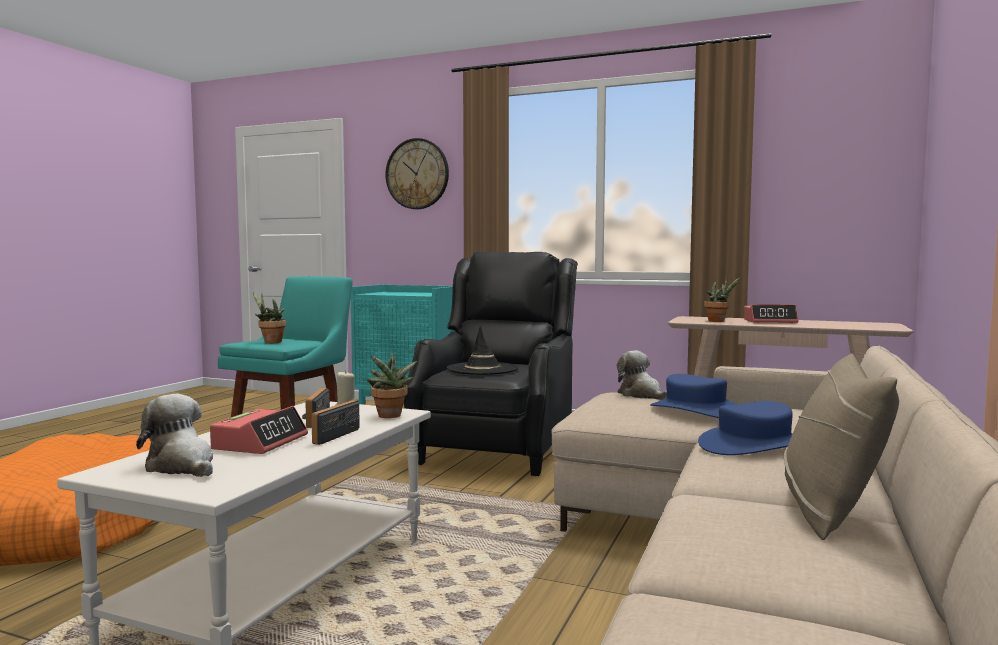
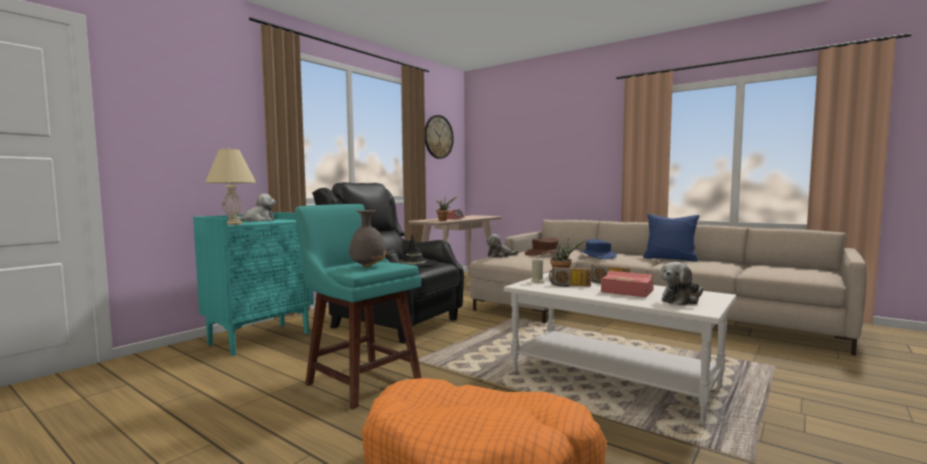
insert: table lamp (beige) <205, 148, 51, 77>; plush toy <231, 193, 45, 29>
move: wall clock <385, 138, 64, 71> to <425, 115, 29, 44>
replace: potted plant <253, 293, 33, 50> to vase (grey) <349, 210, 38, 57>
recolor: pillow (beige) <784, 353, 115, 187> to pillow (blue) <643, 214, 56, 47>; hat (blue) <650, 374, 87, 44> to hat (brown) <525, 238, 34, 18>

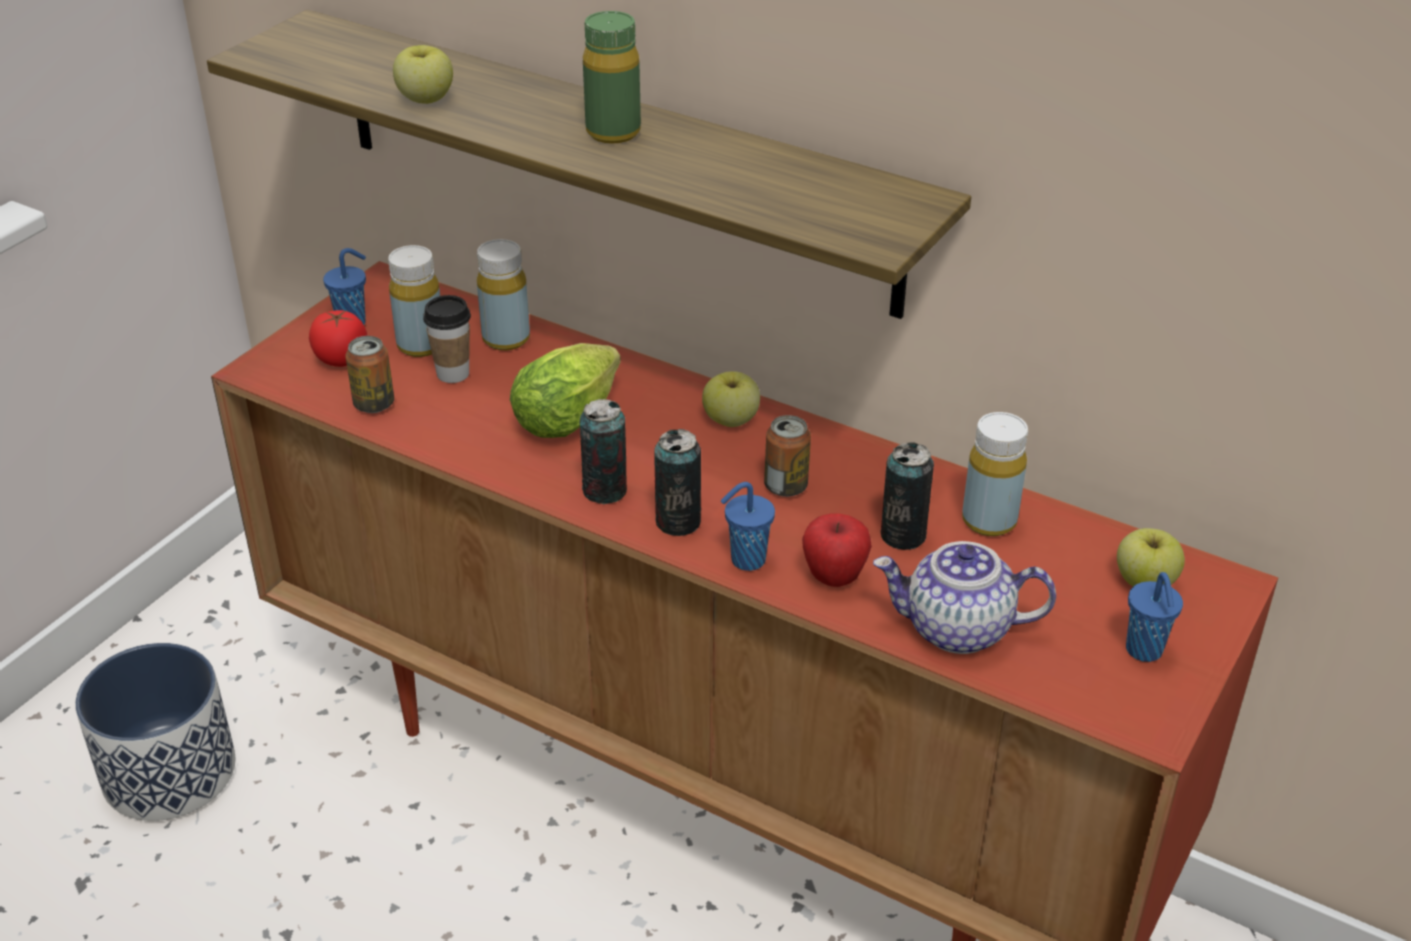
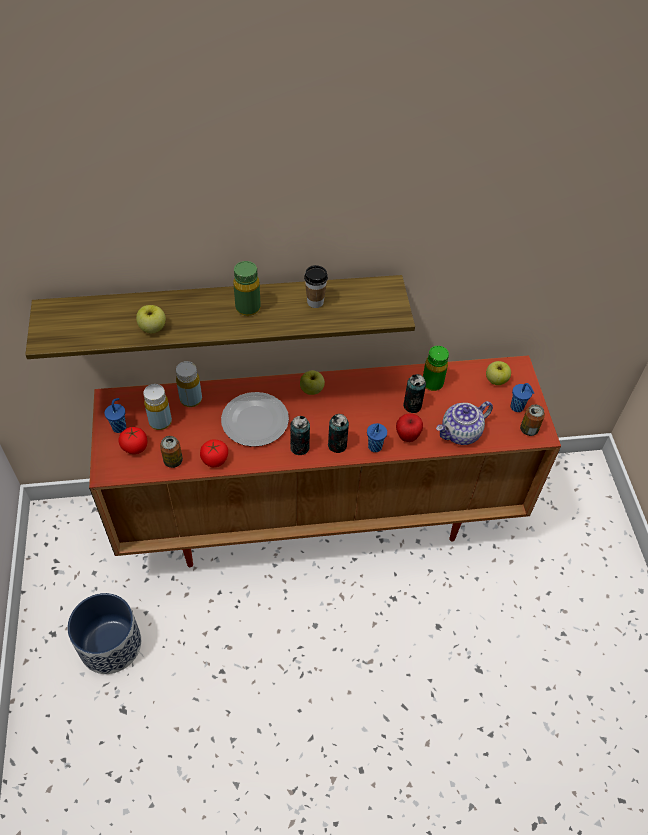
insert: tomato <200, 439, 28, 28>
move: cup <423, 295, 48, 88> to <304, 265, 24, 43>; can <764, 415, 47, 82> to <520, 404, 25, 32>
replace: lettuce <510, 343, 111, 95> to plate <221, 392, 68, 55>
recolor: bottle (yellow) <962, 412, 66, 124> to bottle (green) <423, 346, 26, 45>

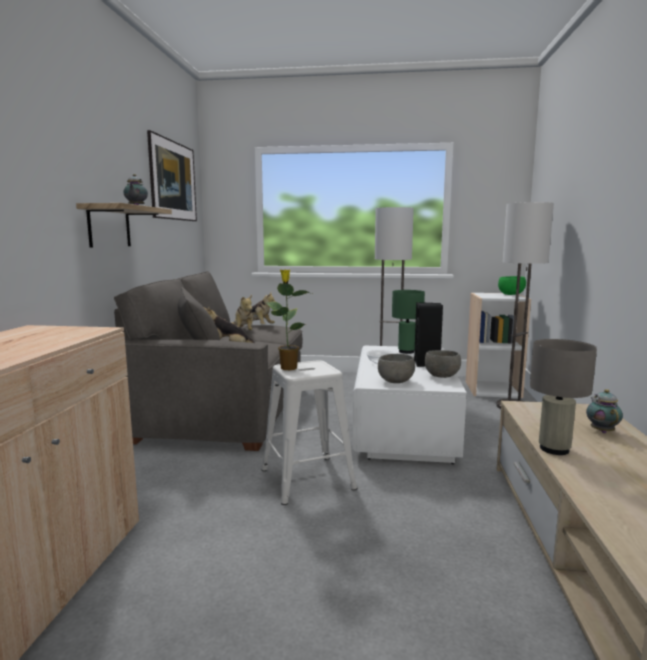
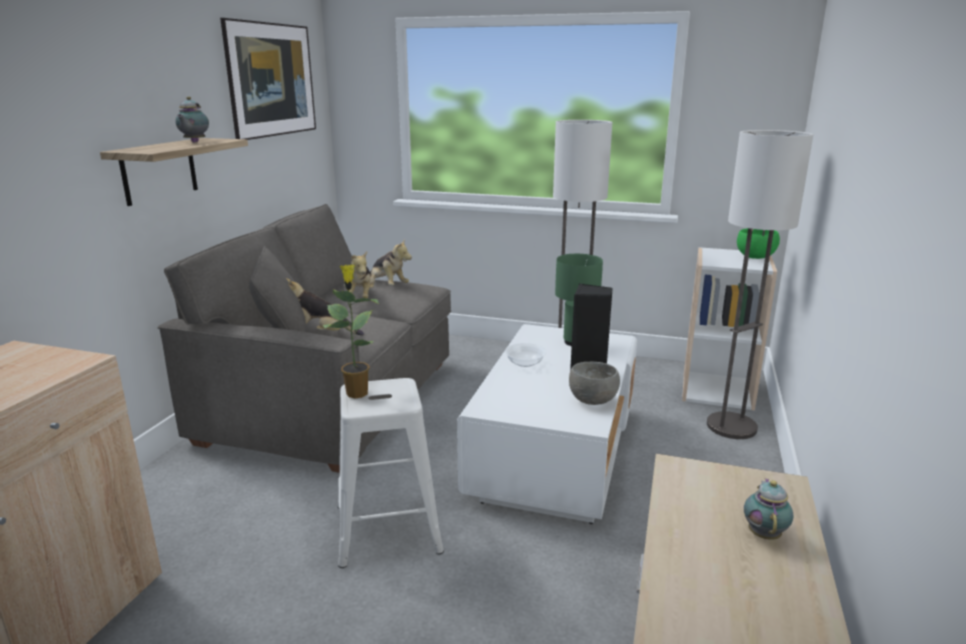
delete: table lamp (grey) <530, 339, 67, 116>; bowl (grey) <378, 354, 37, 29>

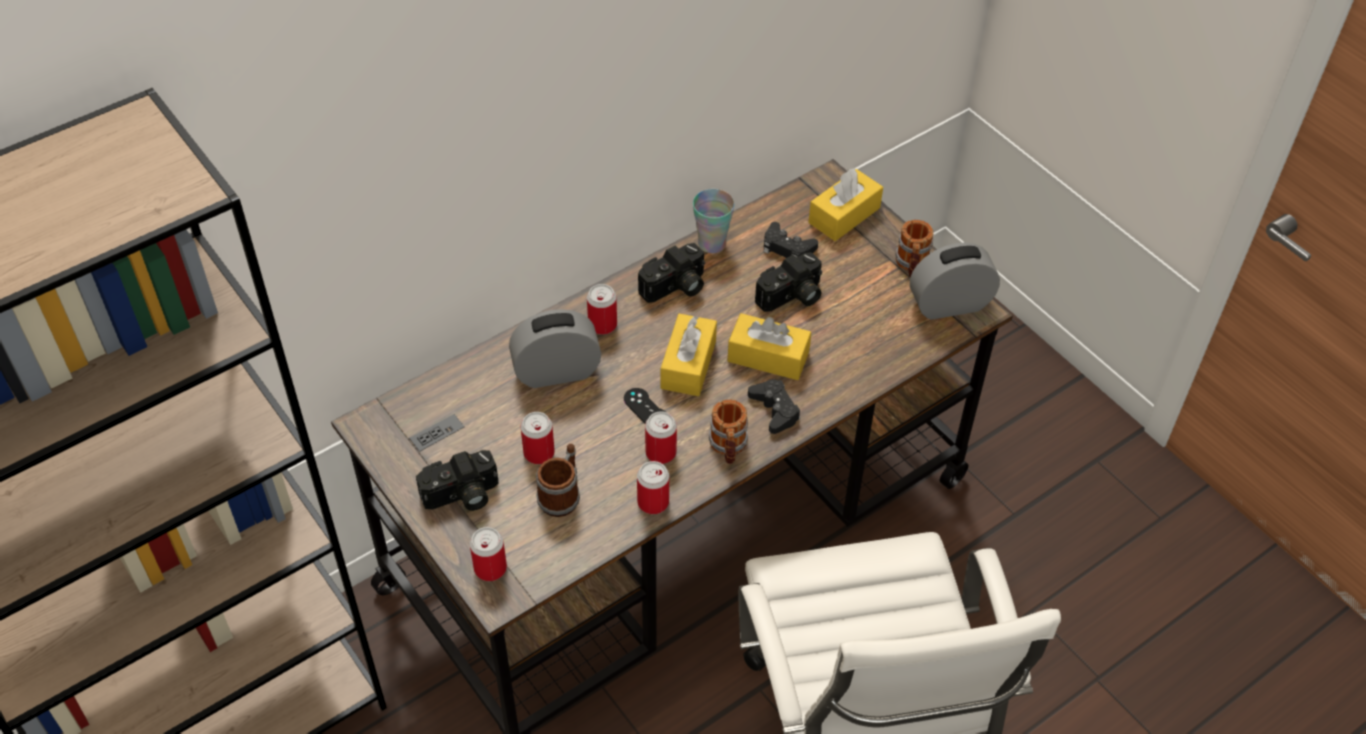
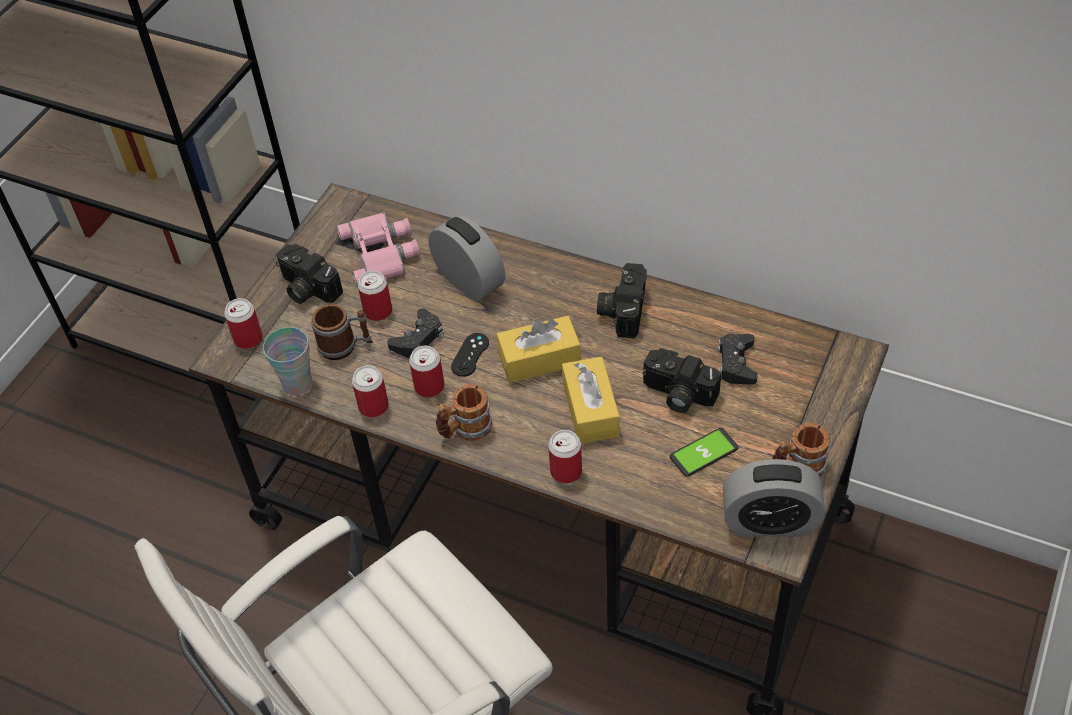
delete: tissue box (yellow) <808, 168, 75, 73>
insert: binoculars (pink) <337, 212, 83, 75>; phone <670, 428, 69, 49>
move: cup <693, 189, 42, 64> to <263, 327, 49, 68>; can <587, 284, 30, 51> to <548, 430, 34, 53>; game controller (black) <748, 379, 52, 55> to <387, 308, 57, 50>
rotate: photo camera <638, 243, 67, 60> = <597, 263, 50, 75> 75 degrees clockwise; alarm clock <910, 243, 90, 77> = <723, 459, 102, 78> 135 degrees clockwise

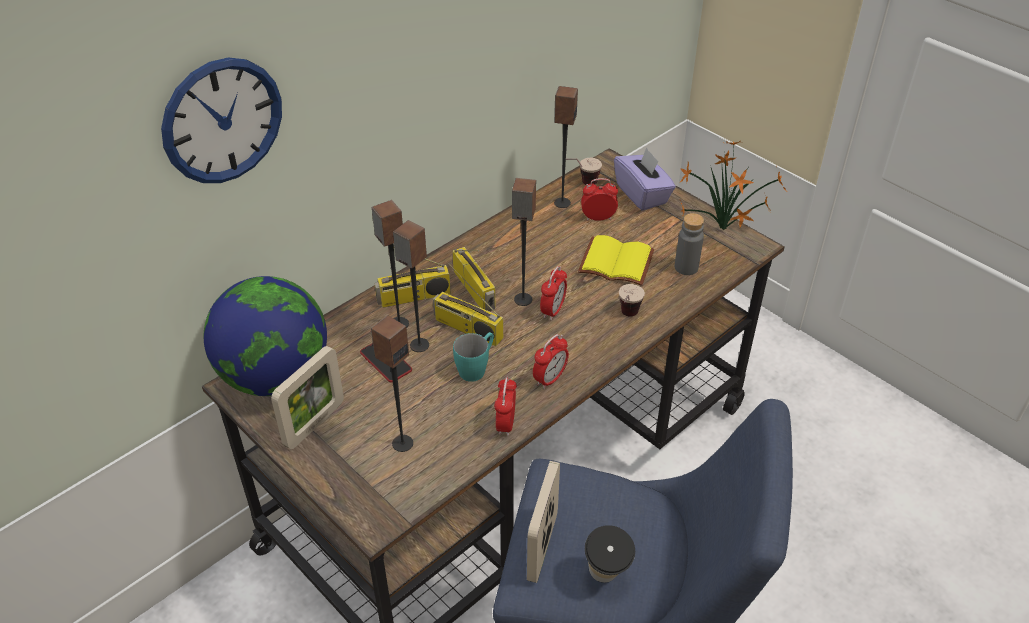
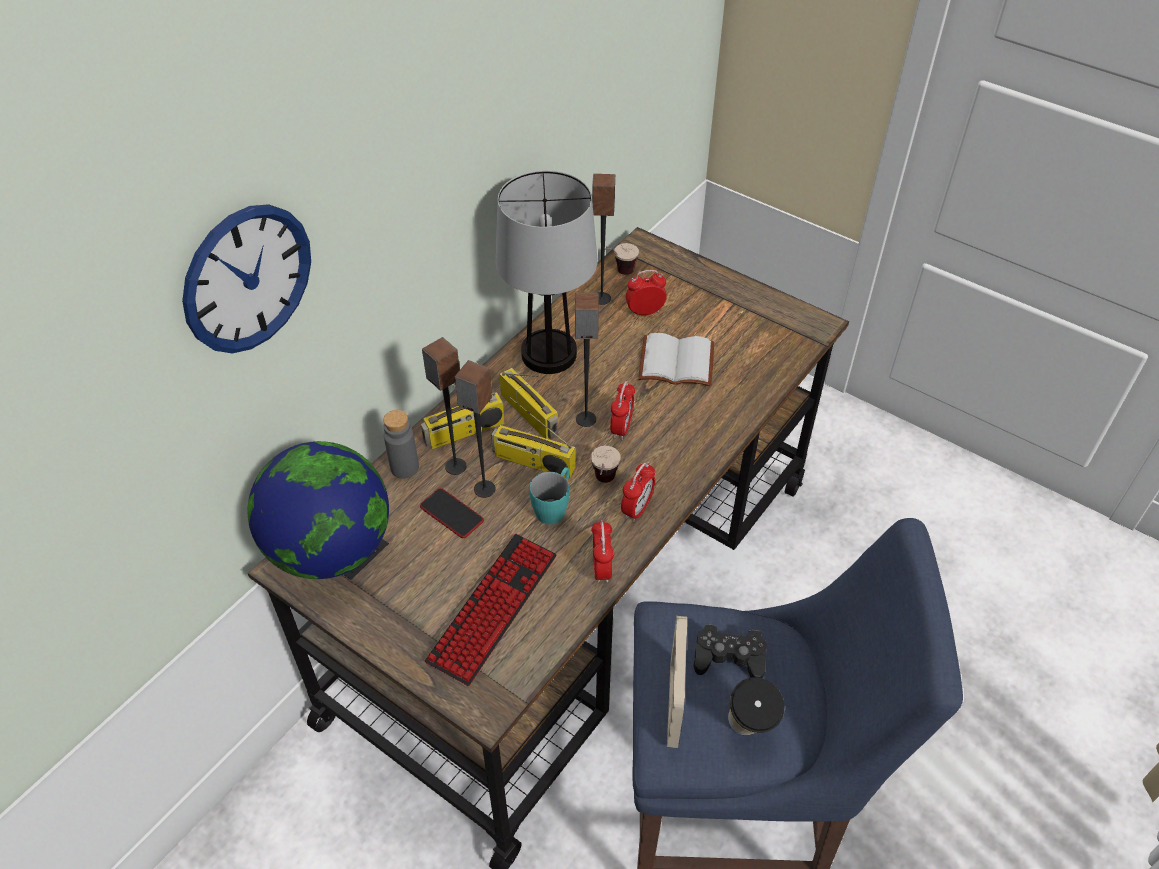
delete: potted plant <679, 141, 107, 89>; tissue box (purple) <614, 147, 62, 64>; picture frame <271, 346, 73, 103>
insert: table lamp <496, 170, 101, 204>; game controller (black) <694, 624, 72, 54>
move: bottle (grey) <675, 213, 29, 62> to <383, 410, 36, 69>; cup <619, 284, 26, 32> to <591, 446, 30, 37>
replace: speaker <371, 315, 42, 137> to keyboard <425, 534, 132, 152>
recolor: book (yellow) <578, 235, 76, 51> to book (white) <638, 333, 76, 53>

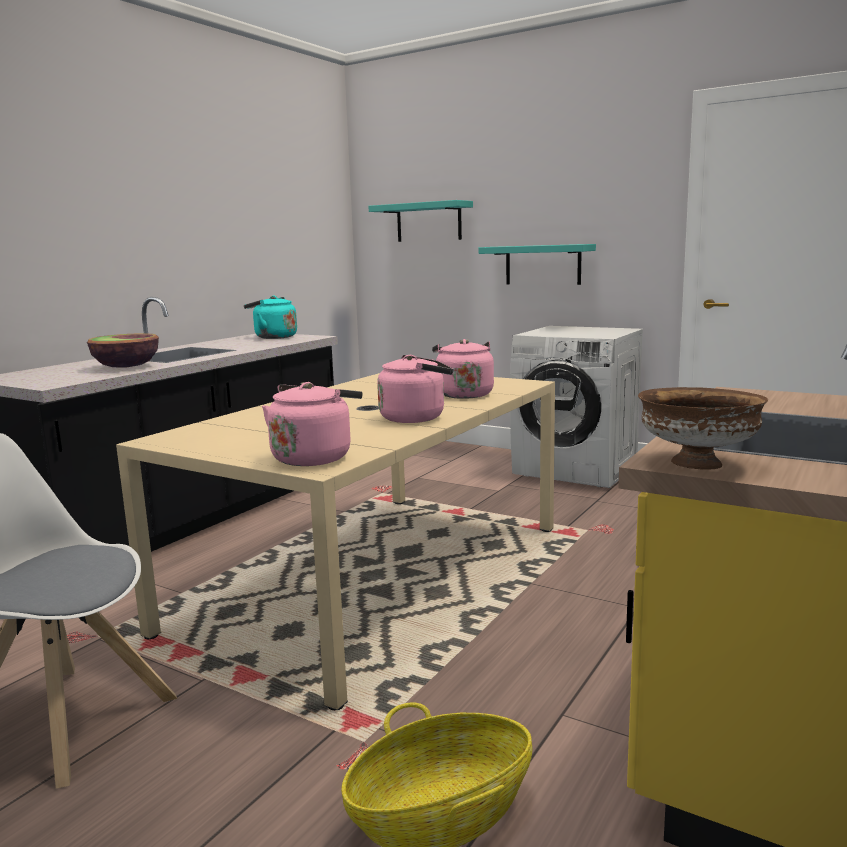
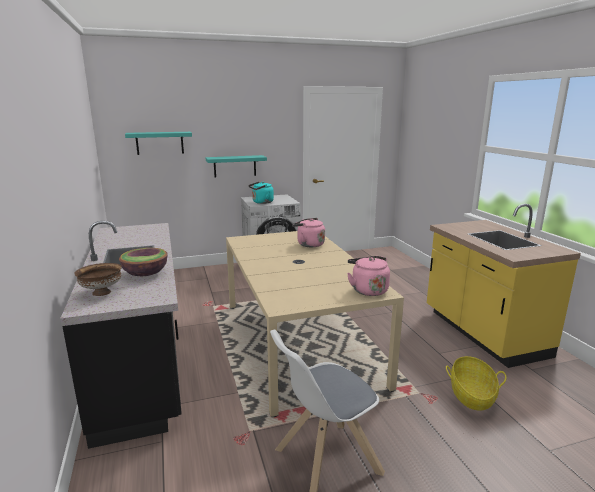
delete: kettle (pink) <377, 355, 76, 68>
move: kettle (turquoise) <244, 296, 53, 43> to <248, 182, 26, 22>; bowl (brown) <638, 387, 130, 83> to <74, 263, 48, 33>

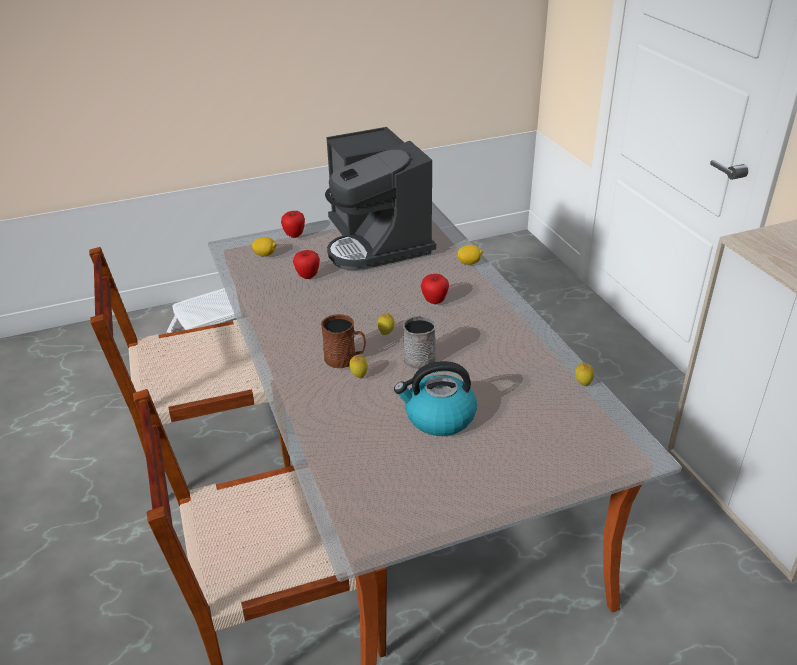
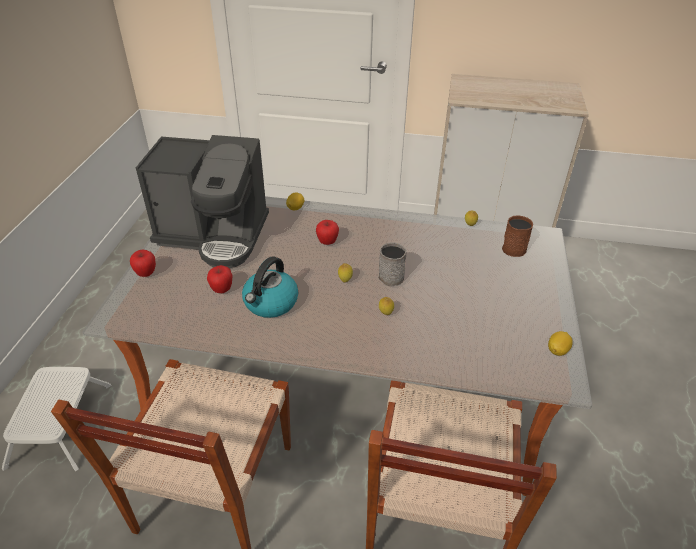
move: lemon <252, 237, 25, 19> to <548, 331, 25, 25>; mug (brown) <321, 314, 45, 54> to <502, 215, 31, 42>; kettle <394, 361, 83, 75> to <242, 256, 56, 62>

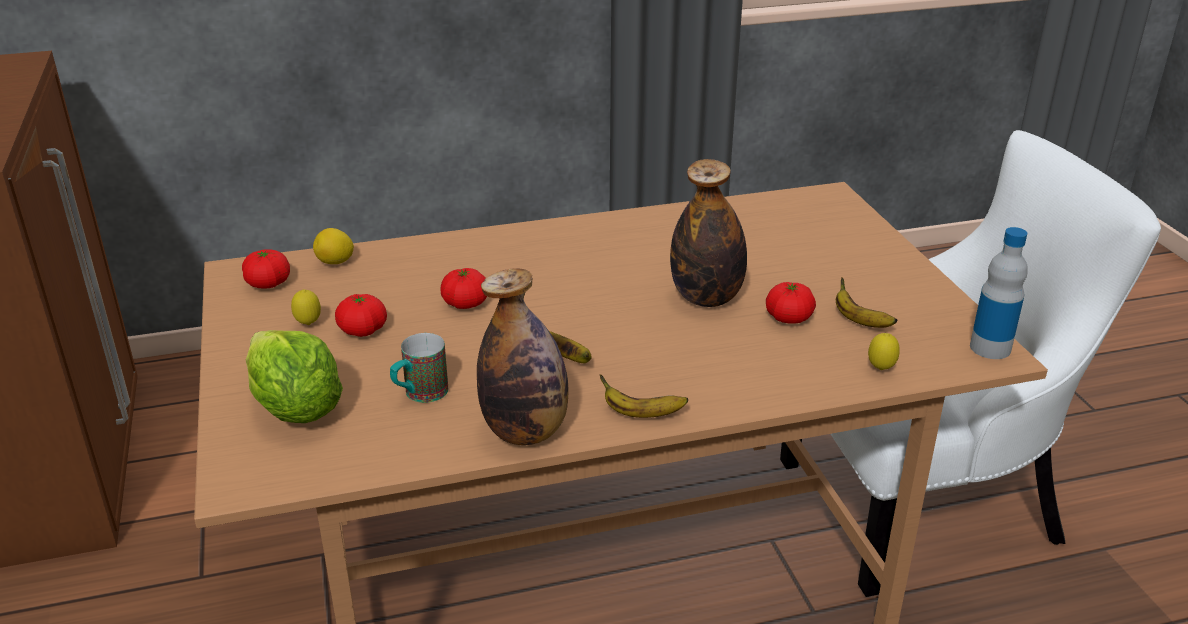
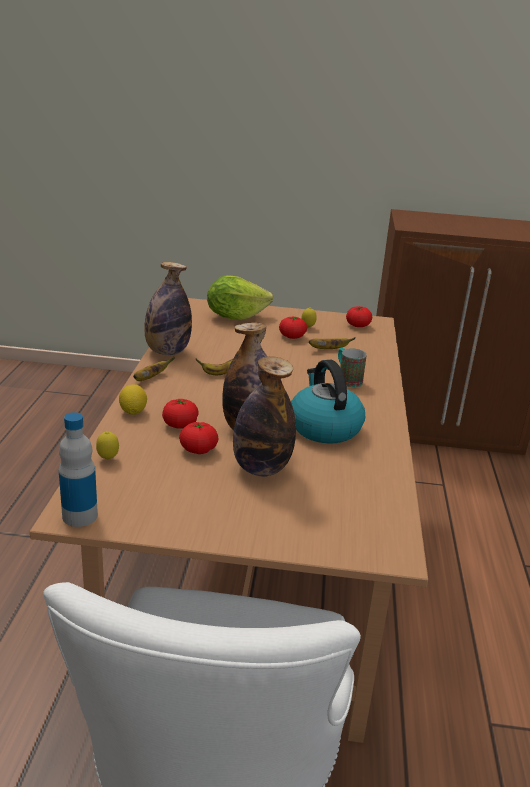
insert: bottle <233, 356, 63, 121>; kettle <291, 360, 74, 84>
move: lemon <313, 228, 41, 36> to <119, 384, 28, 31>; tomato <441, 268, 46, 41> to <162, 399, 37, 30>; banana <836, 277, 61, 51> to <309, 337, 47, 12>; mug <390, 333, 58, 70> to <338, 348, 29, 40>

